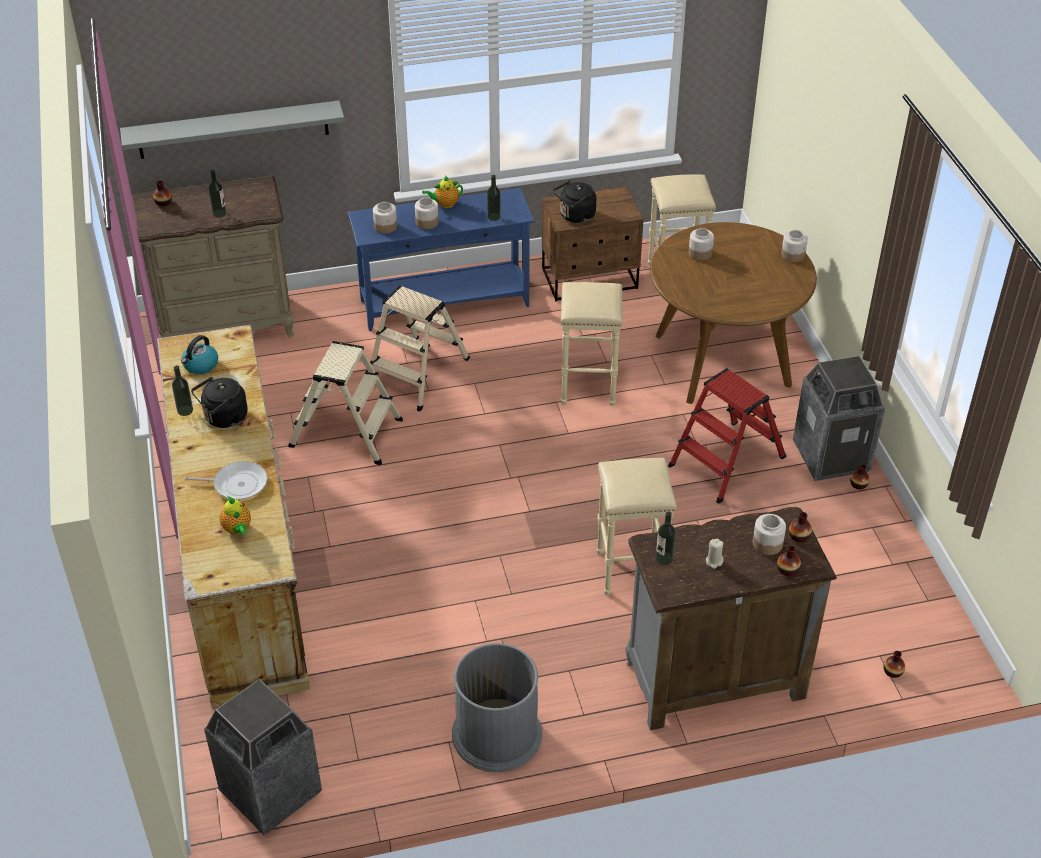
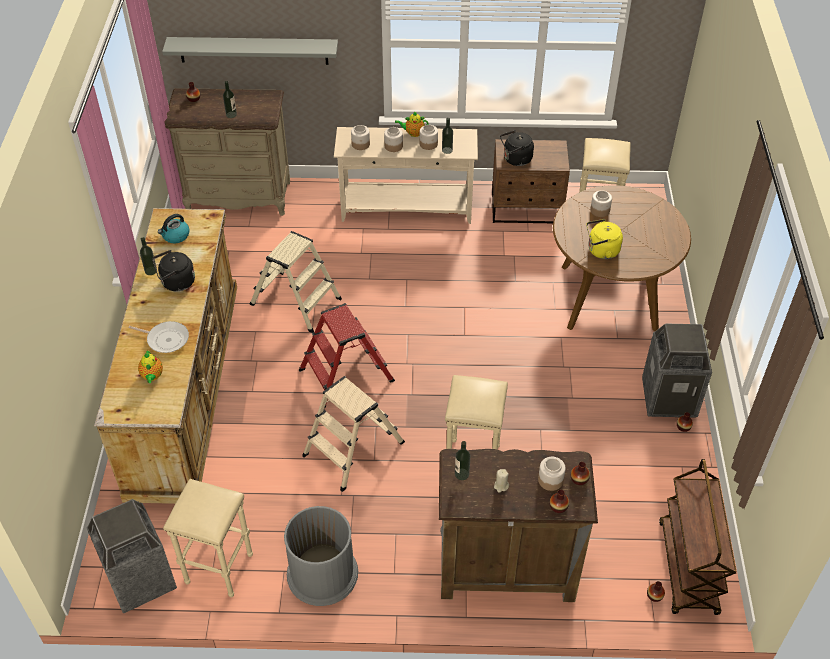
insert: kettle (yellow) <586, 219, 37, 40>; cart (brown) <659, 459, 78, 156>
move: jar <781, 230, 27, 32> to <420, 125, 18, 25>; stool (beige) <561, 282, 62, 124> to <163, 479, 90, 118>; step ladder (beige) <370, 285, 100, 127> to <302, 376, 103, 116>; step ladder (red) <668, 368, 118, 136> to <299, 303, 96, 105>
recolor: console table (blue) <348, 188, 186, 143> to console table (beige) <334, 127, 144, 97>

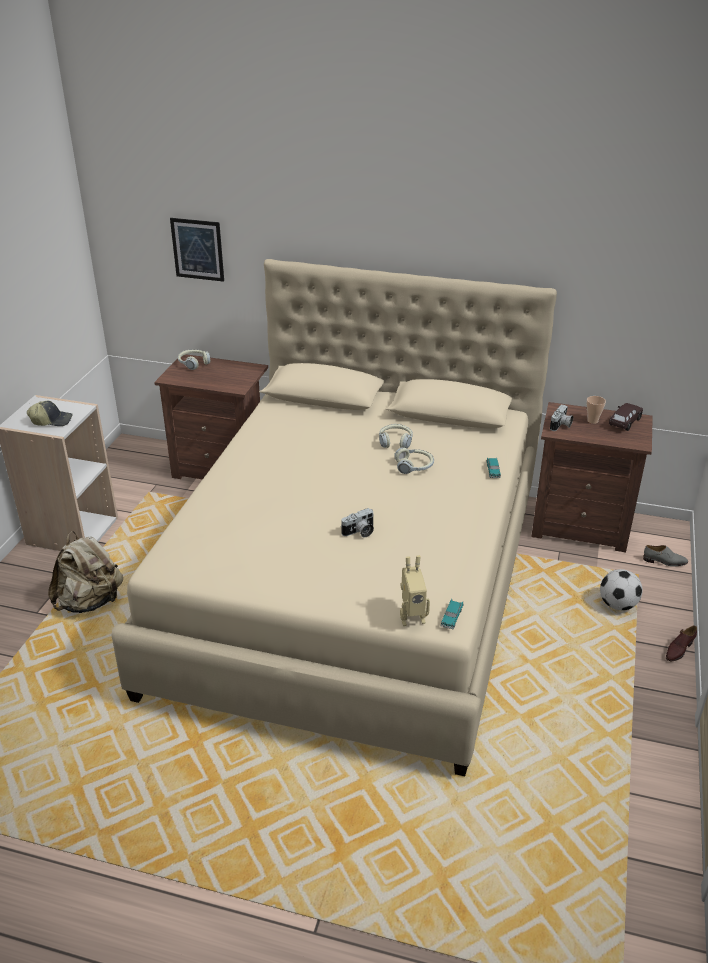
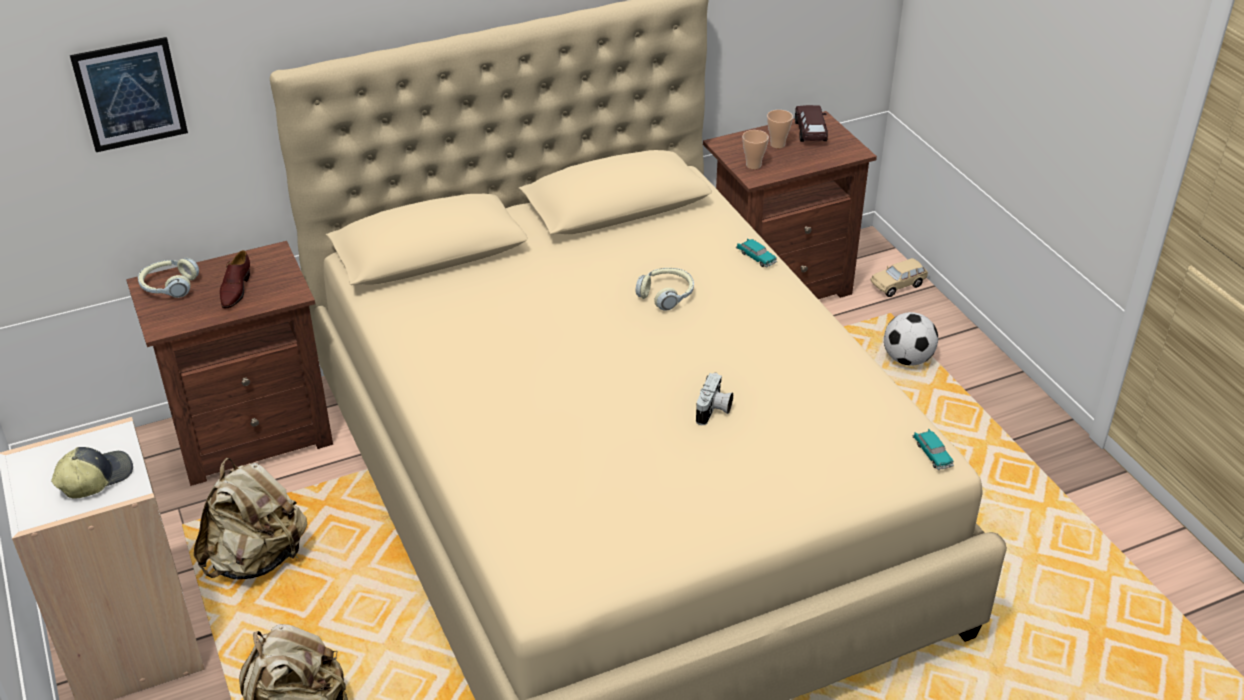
delete: headphones <379, 424, 34, 24>; toy robot <400, 555, 30, 71>
insert: backpack (beige) <194, 458, 113, 121>
move: shoe (brown) <666, 626, 31, 35> to <220, 250, 30, 58>
replace: photo camera <550, 405, 23, 26> to cup <742, 130, 27, 39>; shoe (grey) <643, 545, 45, 22> to toy car (beige) <871, 258, 57, 39>

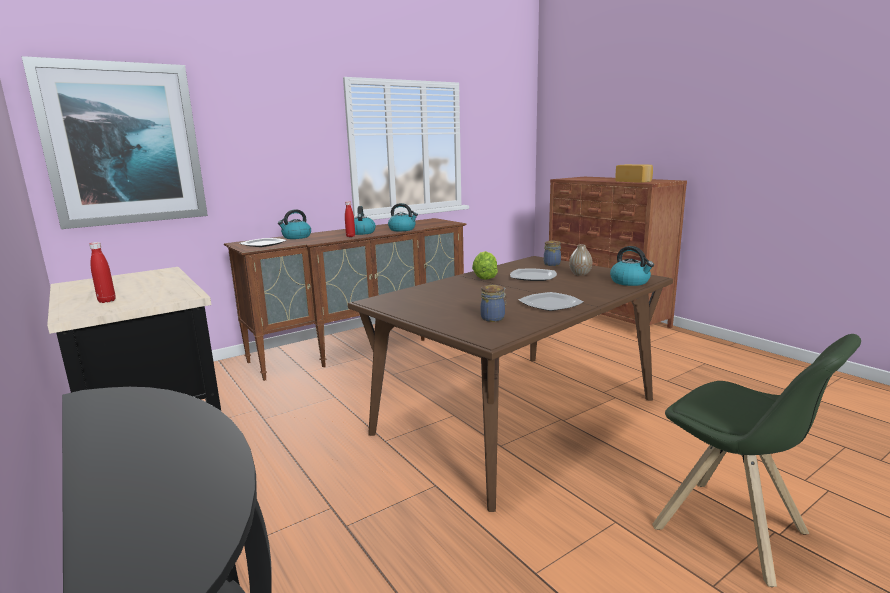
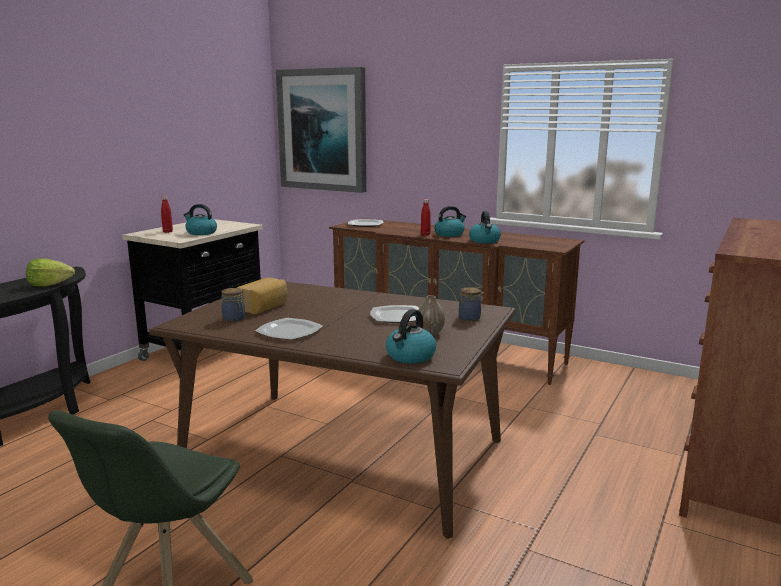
move: bread <615, 164, 38, 19> to <237, 278, 51, 36>; kettle <278, 209, 33, 30> to <183, 204, 34, 31>; lettuce <472, 251, 26, 29> to <26, 258, 49, 29>

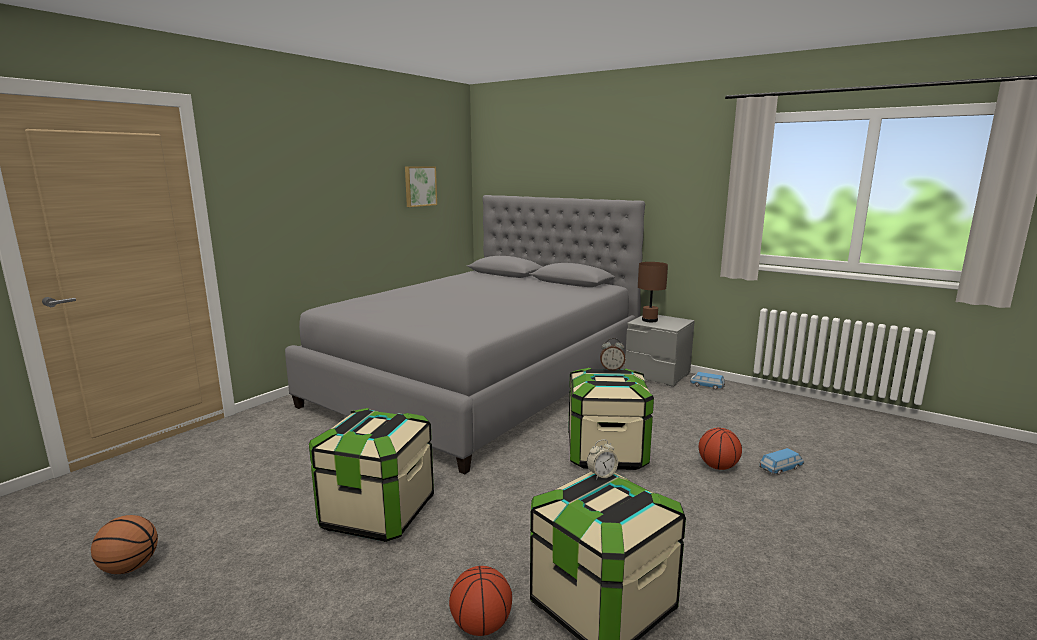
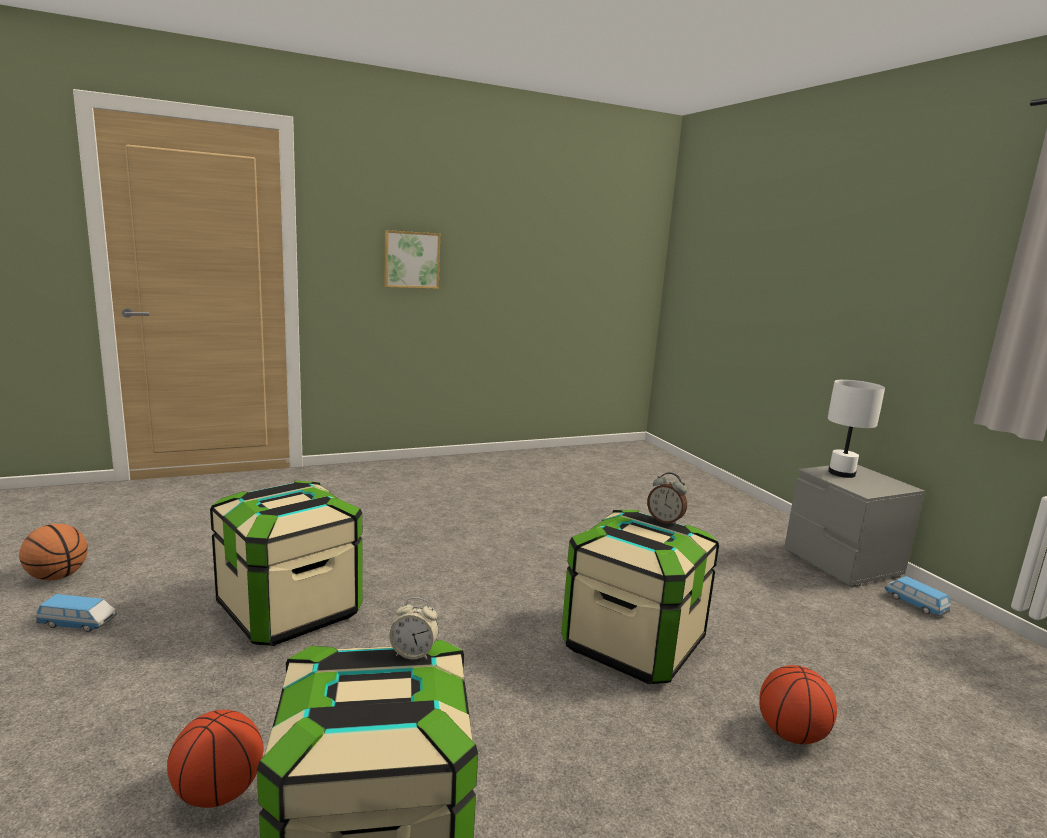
delete: bed (grey) <285, 195, 360, 279>
move: picture <405, 166, 32, 41> to <385, 230, 55, 59>; toy car <759, 448, 45, 27> to <36, 594, 81, 38>
recolor: table lamp (brown) <638, 262, 30, 60> to table lamp (white) <828, 379, 57, 99>

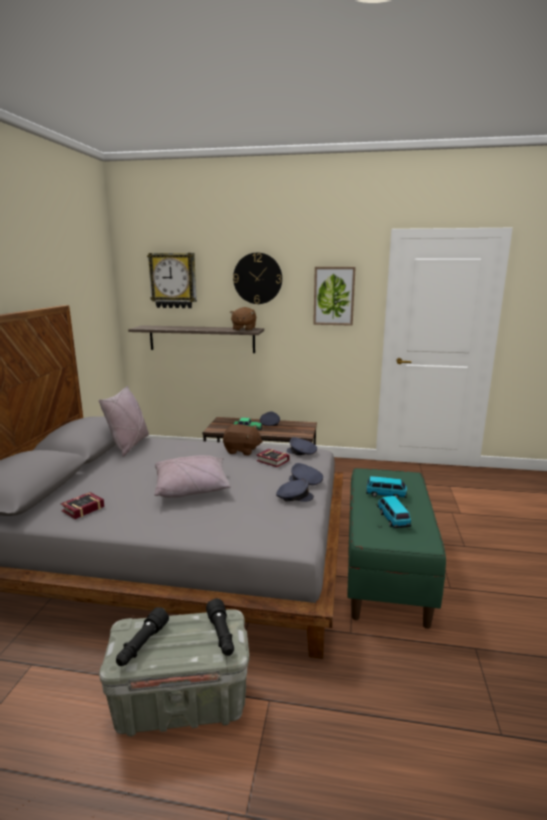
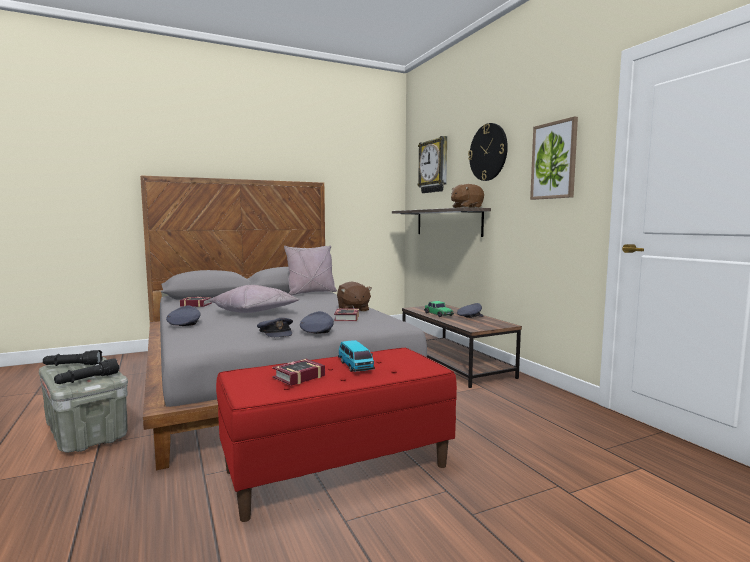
move: cap (grey) <287, 437, 30, 18> to <166, 305, 35, 21>
replace: toy car <377, 496, 34, 32> to book <272, 359, 53, 27>
recolor: bench (green) <347, 468, 99, 161> to bench (red) <216, 348, 241, 174>

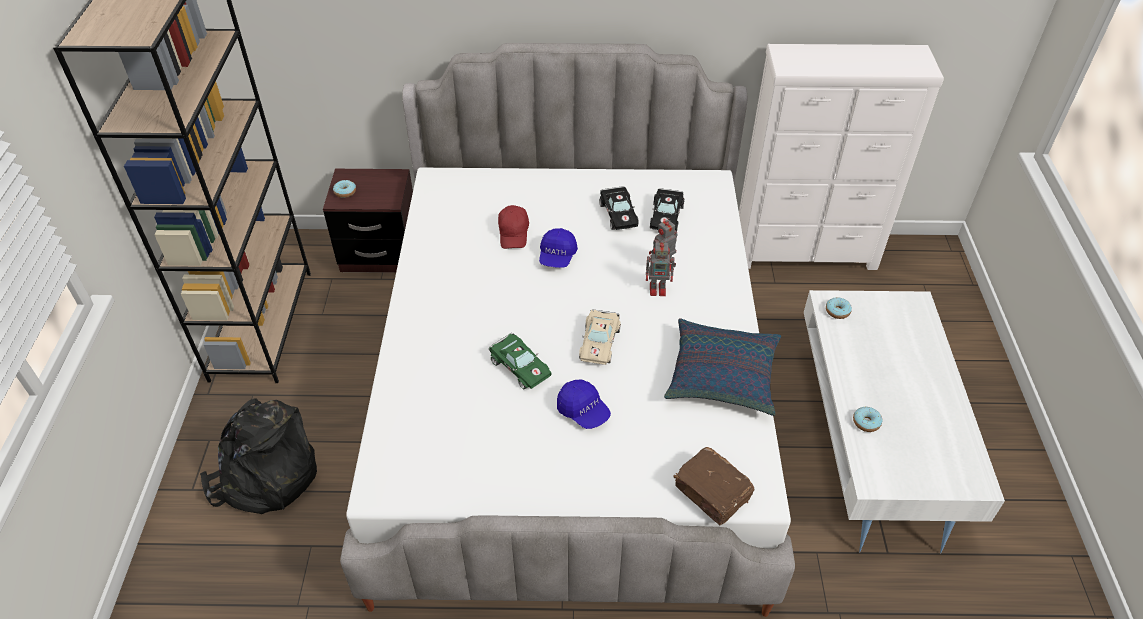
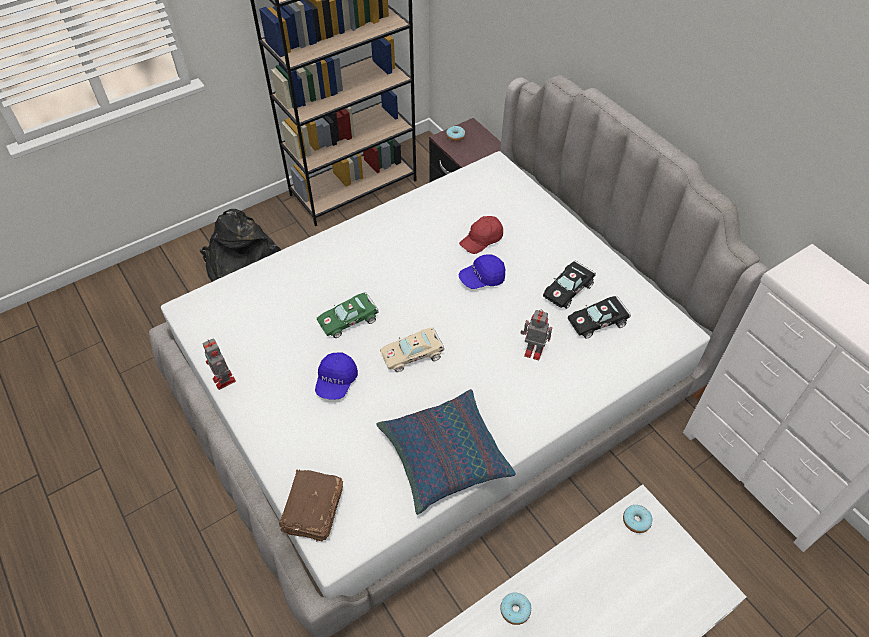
move: toy robot <646, 239, 30, 57> to <202, 338, 34, 52>
rotate: toy car (green) <489, 333, 62, 56> = <317, 292, 62, 46> 45 degrees clockwise

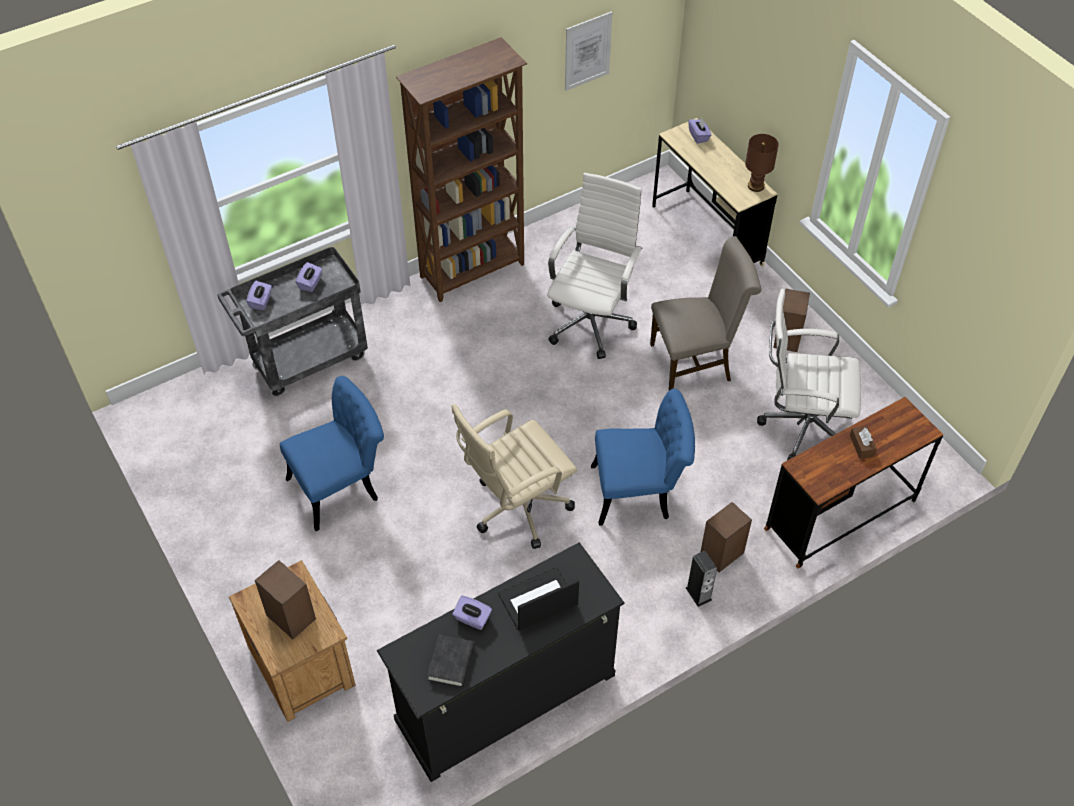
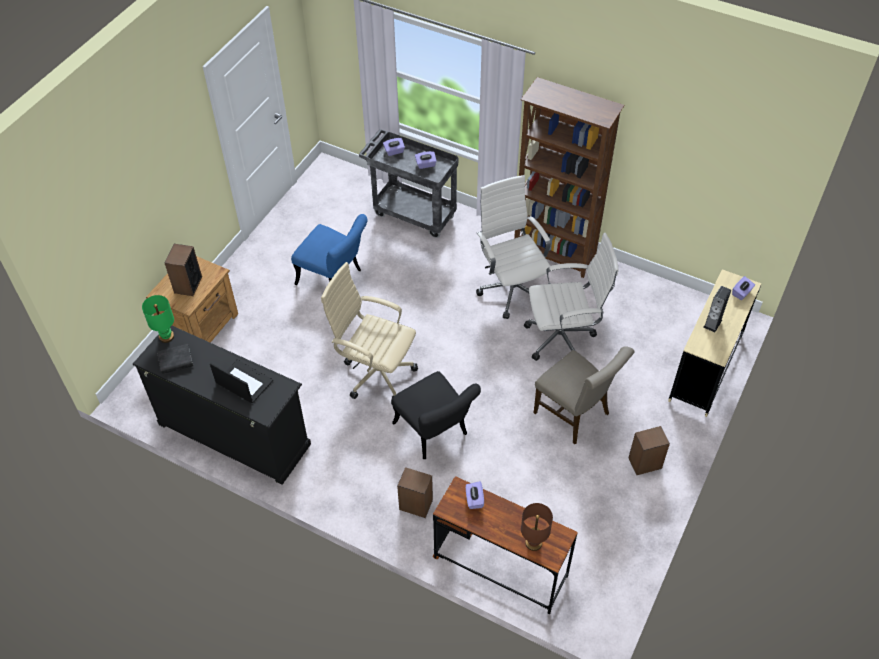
delete: picture <565, 11, 47, 80>; tissue box (brown) <850, 426, 27, 33>
insert: table lamp (green) <142, 295, 32, 48>
move: table lamp (brown) <745, 134, 34, 58> to <521, 503, 32, 48>; office chair (white) <757, 289, 104, 171> to <476, 175, 75, 144>; speaker <686, 551, 31, 56> to <704, 286, 27, 47>; tissue box (purple) <452, 596, 40, 34> to <466, 481, 18, 28>
recolor: chair (blue) <591, 389, 104, 137> to chair (black) <391, 371, 90, 88>

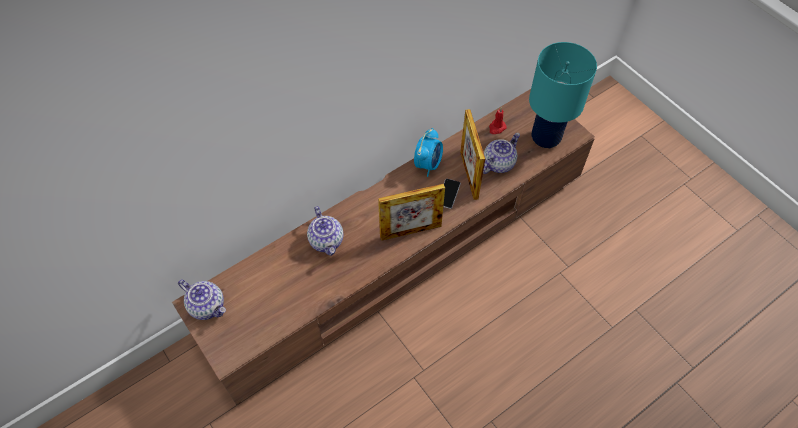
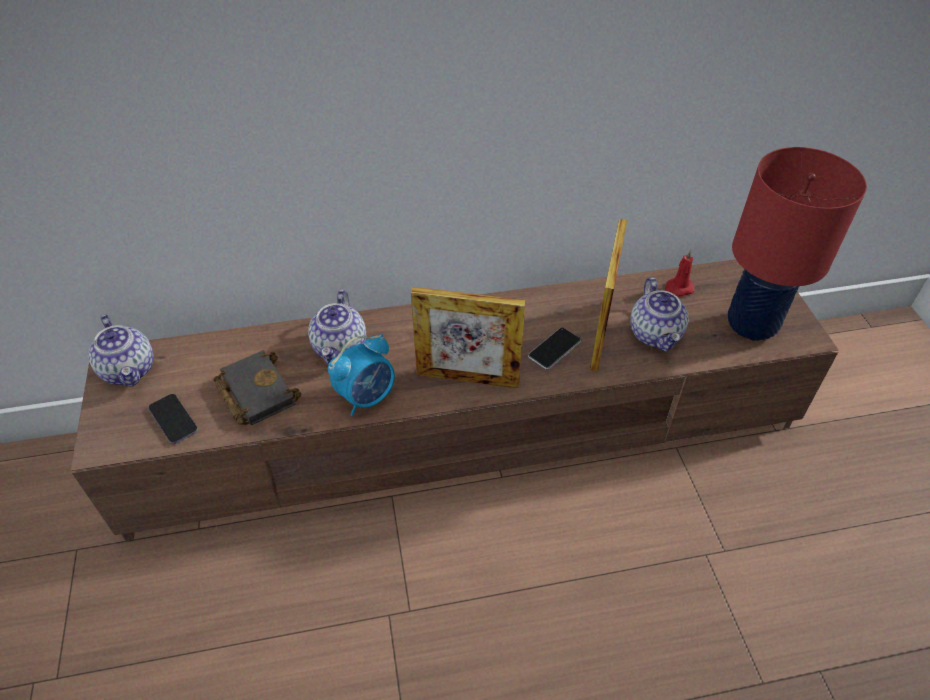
insert: book (black) <213, 350, 88, 75>; phone <148, 394, 50, 50>
move: alarm clock <414, 128, 29, 49> to <328, 334, 67, 82>
recolor: table lamp (turquoise) <529, 42, 68, 106> to table lamp (red) <728, 147, 139, 194>
rotate: teapot <483, 133, 37, 41> = <630, 277, 59, 75> 105 degrees clockwise

